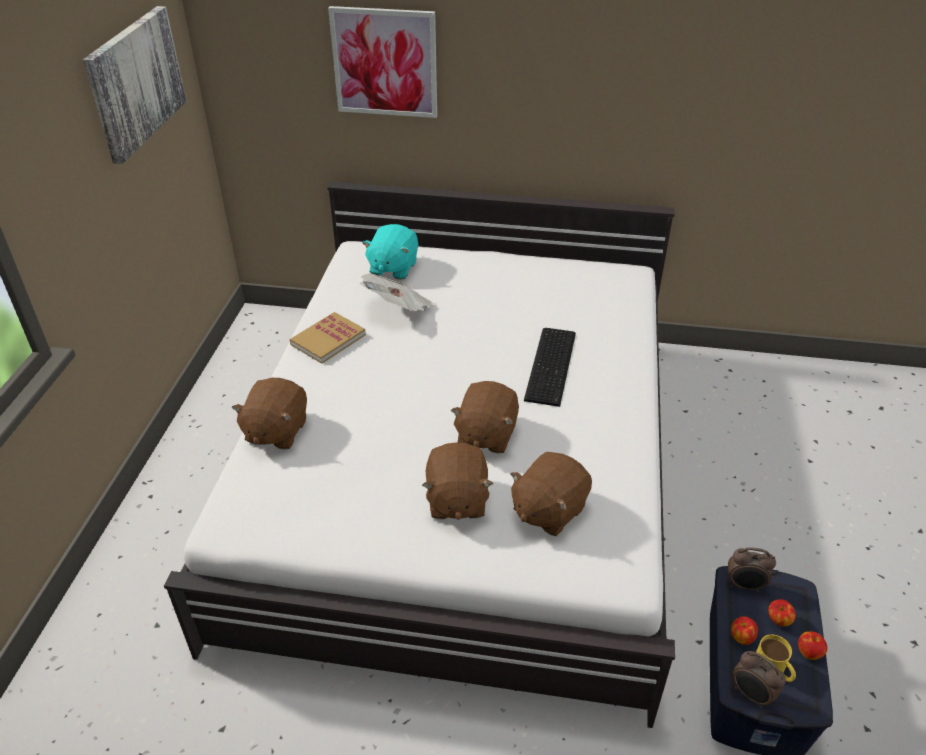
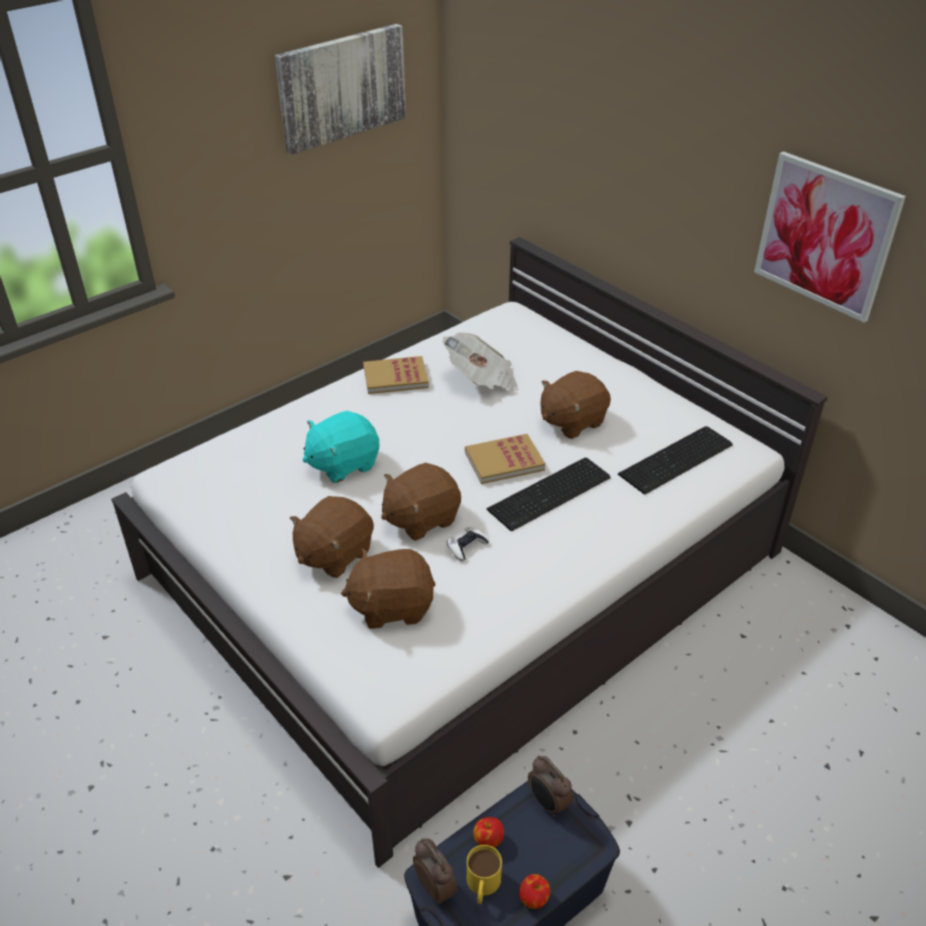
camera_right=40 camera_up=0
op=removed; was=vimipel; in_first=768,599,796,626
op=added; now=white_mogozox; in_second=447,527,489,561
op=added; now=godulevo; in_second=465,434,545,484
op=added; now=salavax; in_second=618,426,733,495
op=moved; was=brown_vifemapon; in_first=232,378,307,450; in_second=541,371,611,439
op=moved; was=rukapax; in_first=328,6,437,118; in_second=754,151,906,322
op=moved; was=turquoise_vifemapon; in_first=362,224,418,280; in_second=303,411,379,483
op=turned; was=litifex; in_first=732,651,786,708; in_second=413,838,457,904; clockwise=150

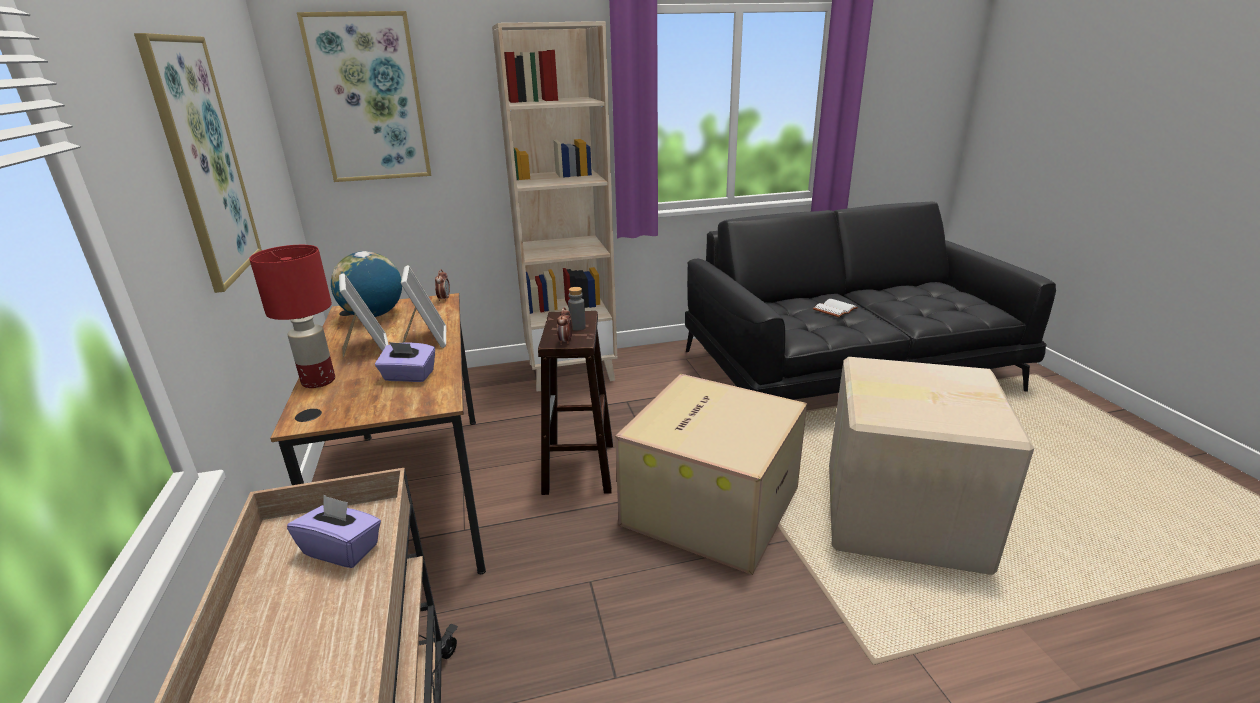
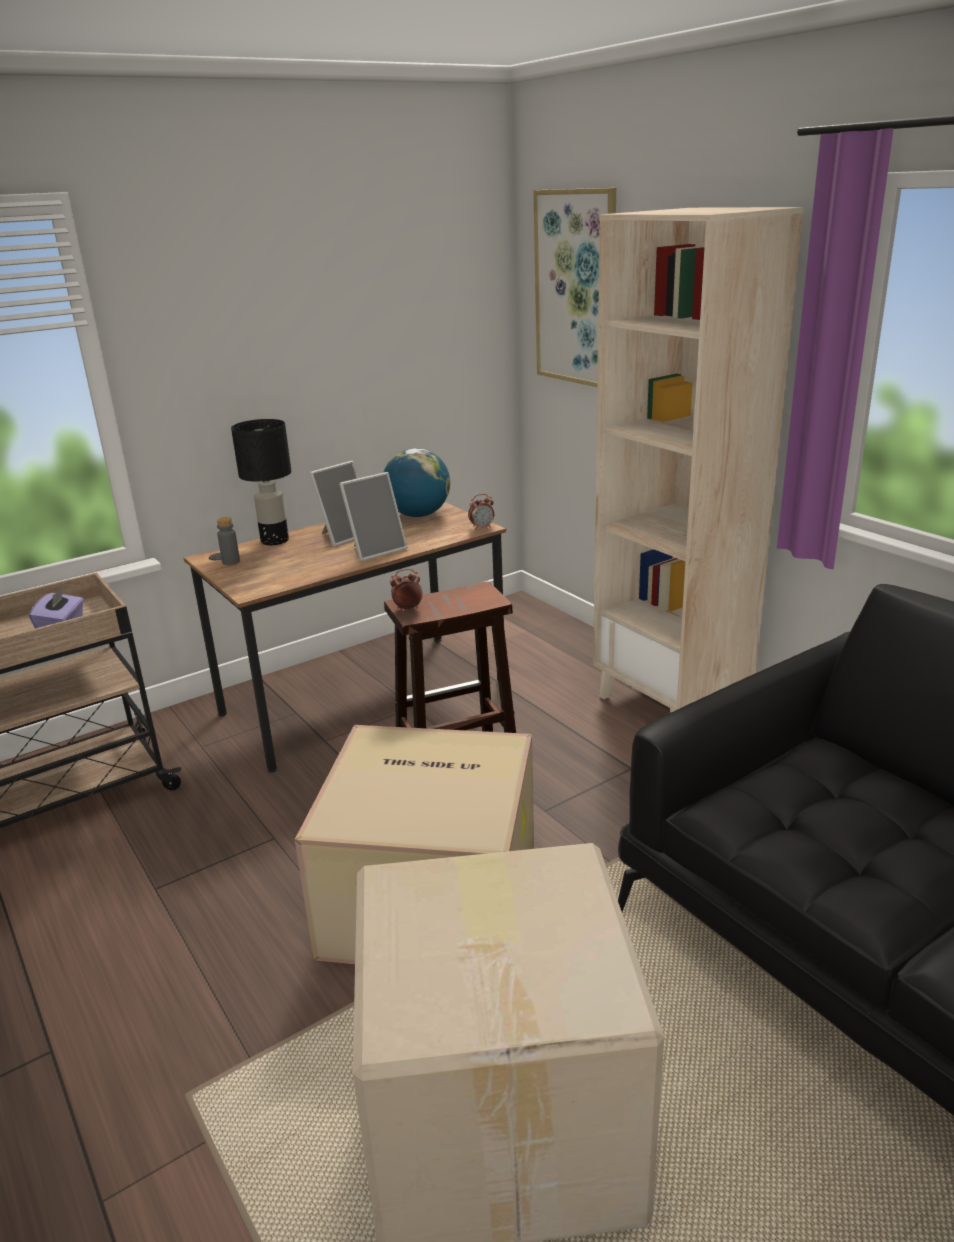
camera_right=70 camera_up=0
op=removed; was=rukapax; in_first=134,33,262,293
op=removed; was=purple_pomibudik; in_first=375,342,435,382
op=removed; was=white_godulevo; in_first=813,299,858,317
op=moved; was=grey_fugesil; in_first=568,287,586,330; in_second=217,517,240,565
op=recoloured; was=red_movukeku; now=black_movukeku; in_first=249,245,335,388; in_second=231,419,291,545

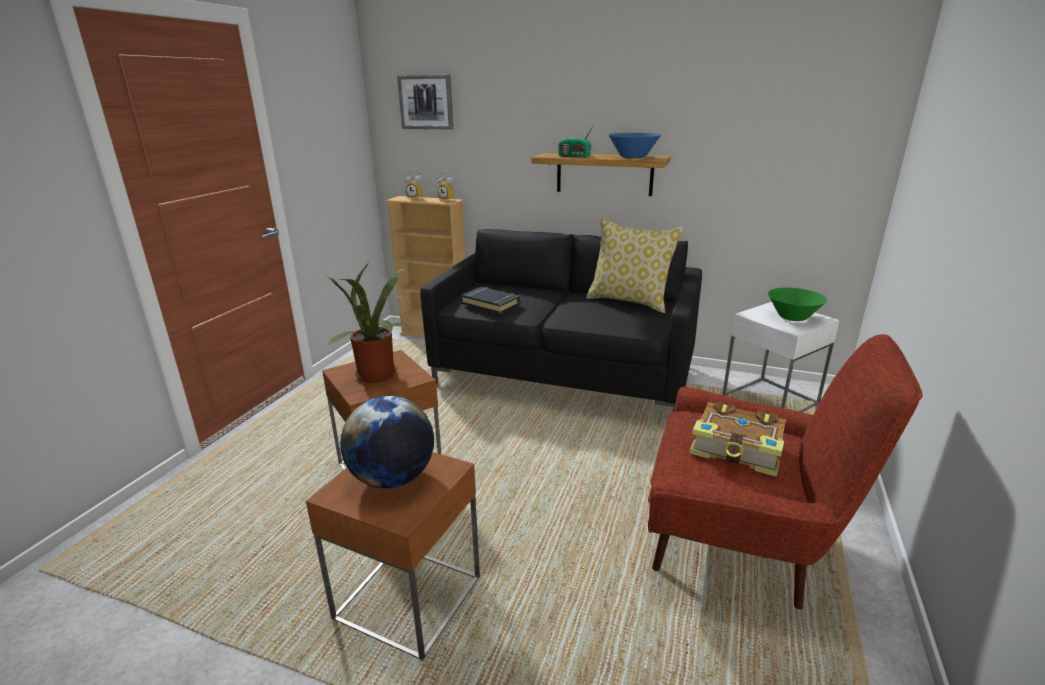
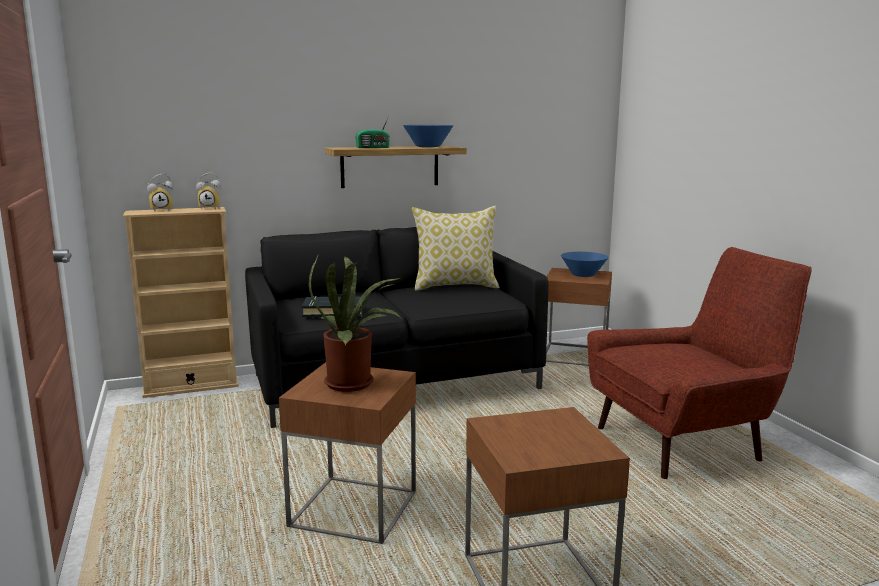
camera_right=-40 camera_up=-10
op=removed; was=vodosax; in_first=340,396,434,488
op=removed; was=rukapax; in_first=397,75,453,130
op=removed; was=godulevo; in_first=690,402,786,477
op=recoloured; was=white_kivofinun; now=brown_kivofinun; in_first=722,302,840,412; in_second=546,268,612,366
op=recoloured; was=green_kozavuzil; now=blue_kozavuzil; in_first=768,288,827,321; in_second=561,252,609,277

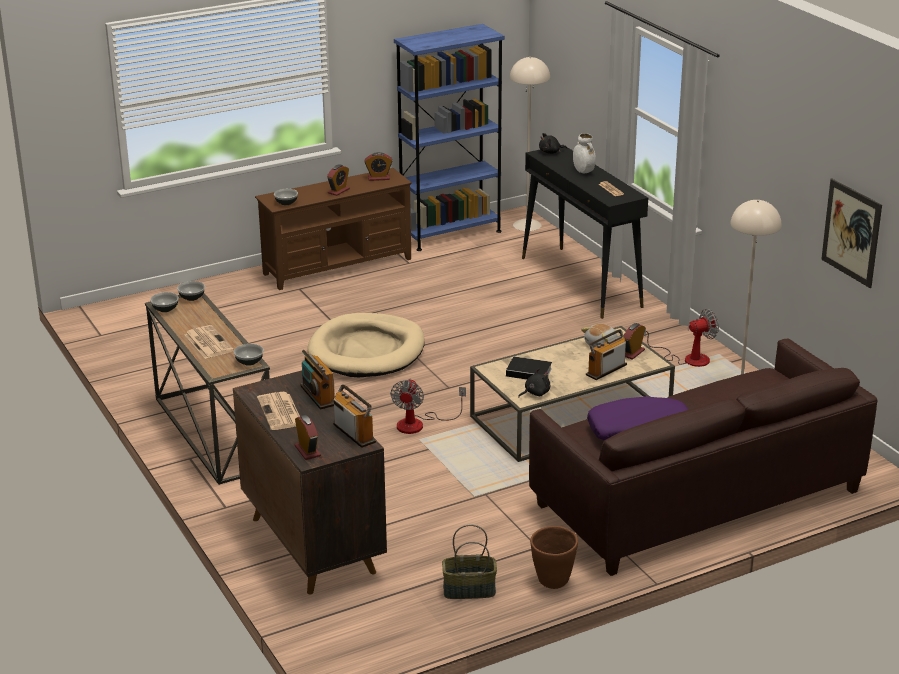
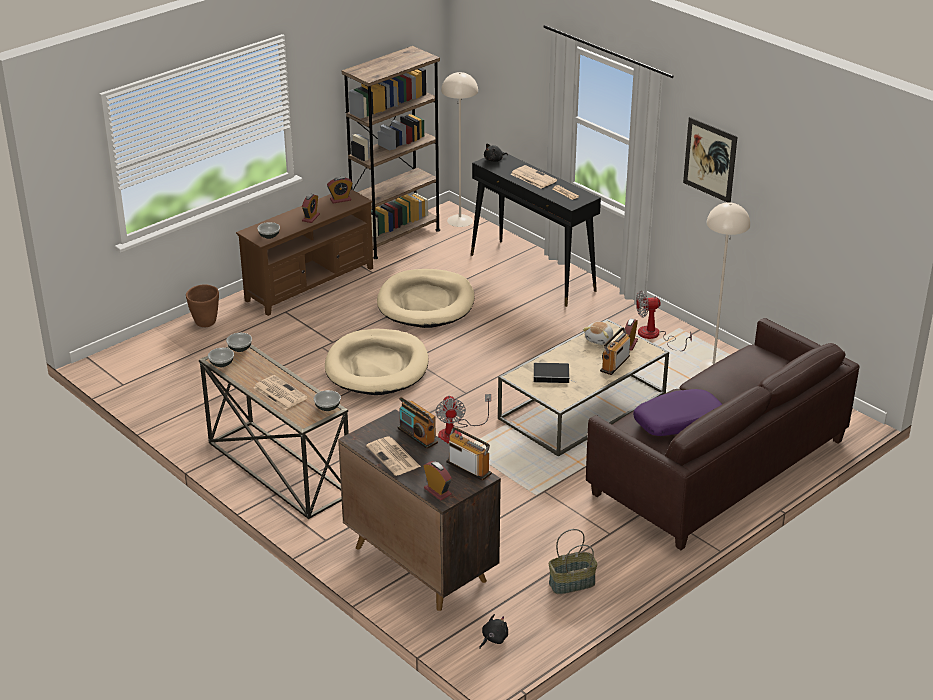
camera_right=-15 camera_up=5
op=added; now=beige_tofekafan; in_second=377,269,474,328
op=moved; was=black_vifemapon; in_first=518,368,550,398; in_second=479,614,508,649
op=moved; was=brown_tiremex; in_first=530,526,578,589; in_second=186,284,219,327
op=moved; was=rukapax; in_first=821,178,882,288; in_second=683,117,737,202
op=replaced; was=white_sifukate; now=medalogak; in_first=573,133,596,173; in_second=511,165,557,189
op=recoloured; was=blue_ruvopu; now=brown_ruvopu; in_first=394,24,505,251; in_second=342,46,440,259
op=turned; was=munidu; in_first=644,309,719,367; in_second=636,291,692,351; clockwise=-150

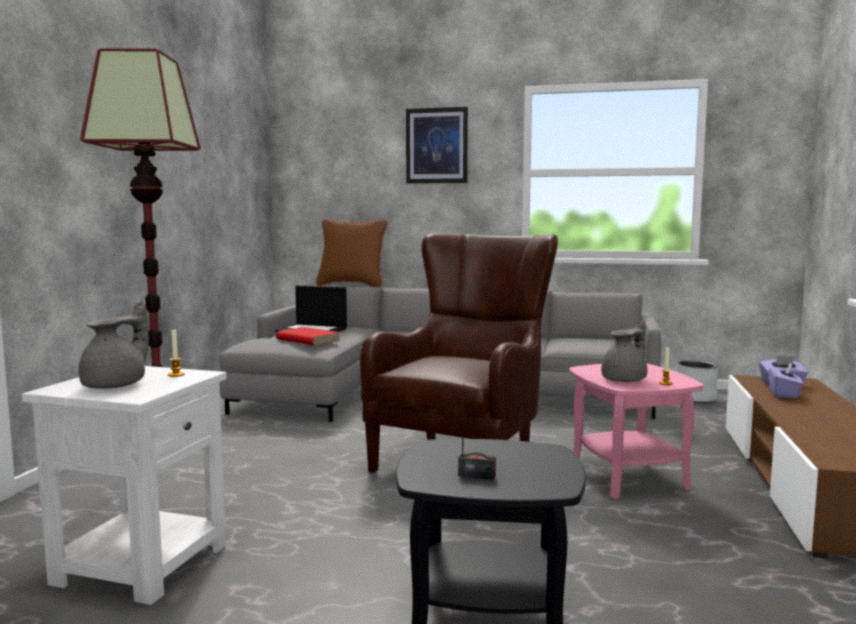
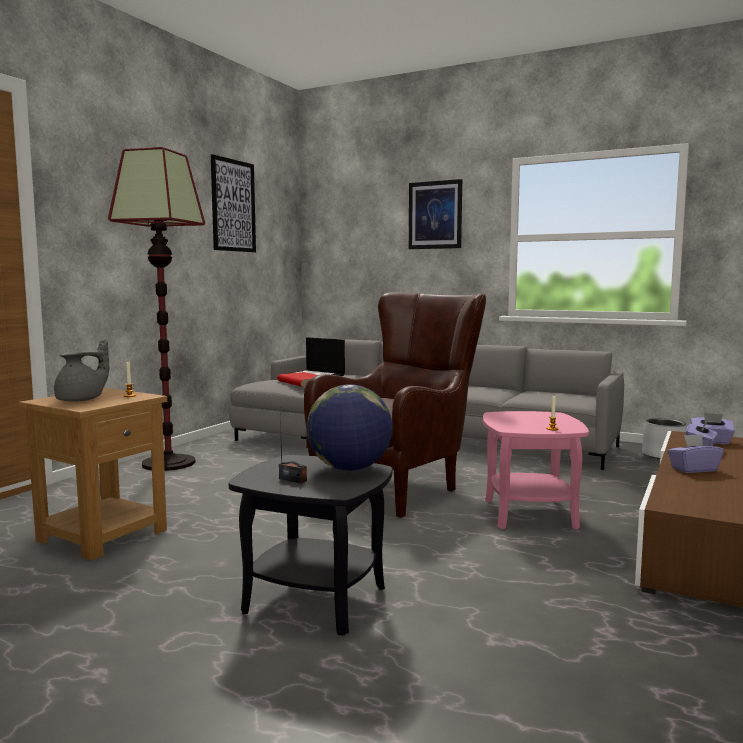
camera_right=15 camera_up=0
op=removed; was=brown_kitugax; in_first=316,219,388,287
op=removed; was=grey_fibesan; in_first=601,317,648,382
op=added; now=rukapax; in_second=211,154,256,252
op=added; now=vodosax; in_second=307,384,392,471
op=added; now=purple_pomibudik; in_second=668,434,724,473
op=recoloured; was=white_kivofinun; now=brown_kivofinun; in_first=22,366,227,605; in_second=19,388,167,561

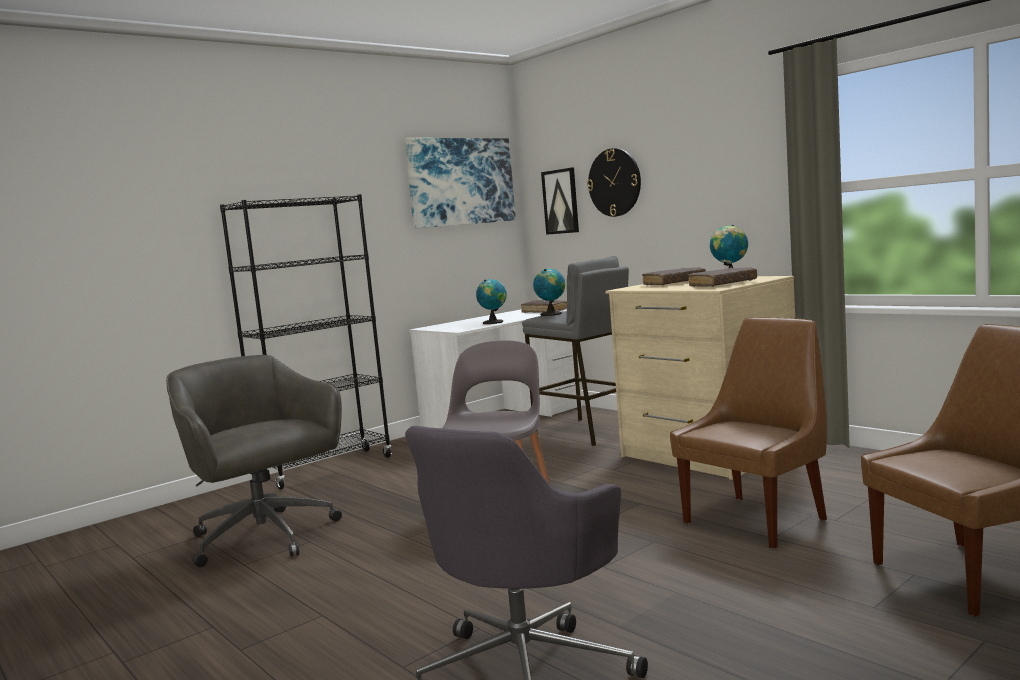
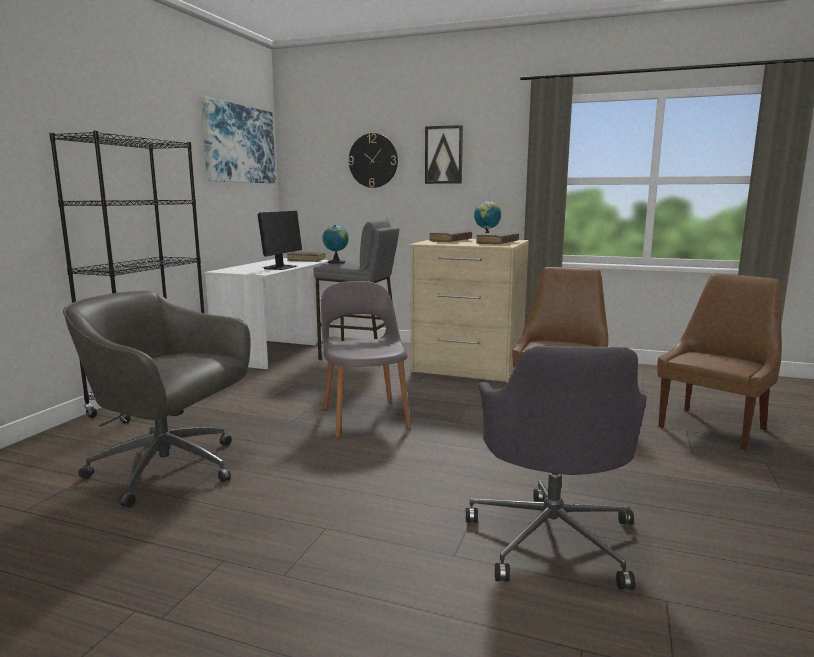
camera_right=-30 camera_up=5
op=moved; was=rukapax; in_first=541,167,579,235; in_second=425,125,463,184
op=replaced; was=vodosax; now=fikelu; in_first=476,279,507,324; in_second=258,211,302,270

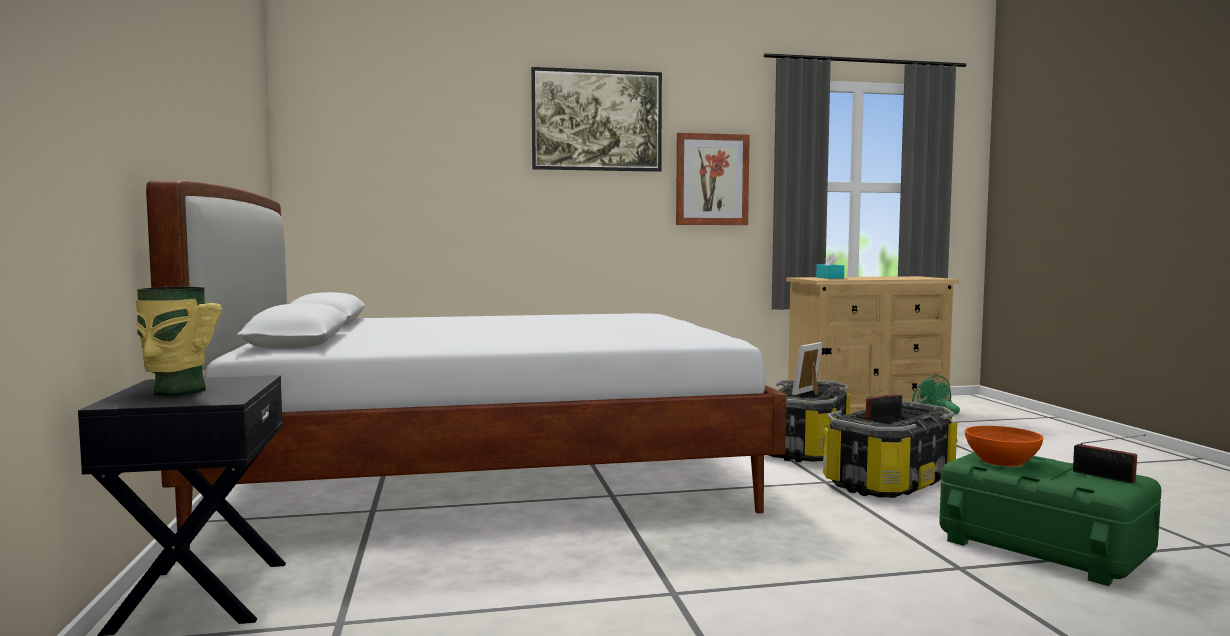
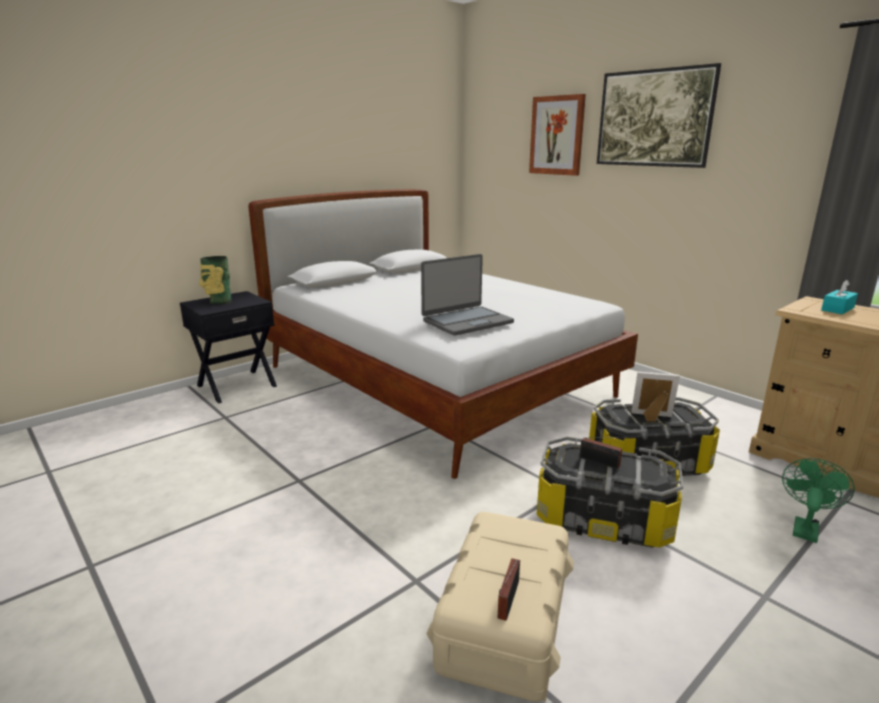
camera_right=60 camera_up=15
op=removed; was=orange_kozavuzil; in_first=965,426,1044,467
op=added; now=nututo; in_second=421,254,514,336
op=moved; was=rukapax; in_first=676,133,750,225; in_second=529,94,586,176
op=recoloured; was=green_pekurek; now=beige_pekurek; in_first=939,452,1161,586; in_second=426,512,574,702

